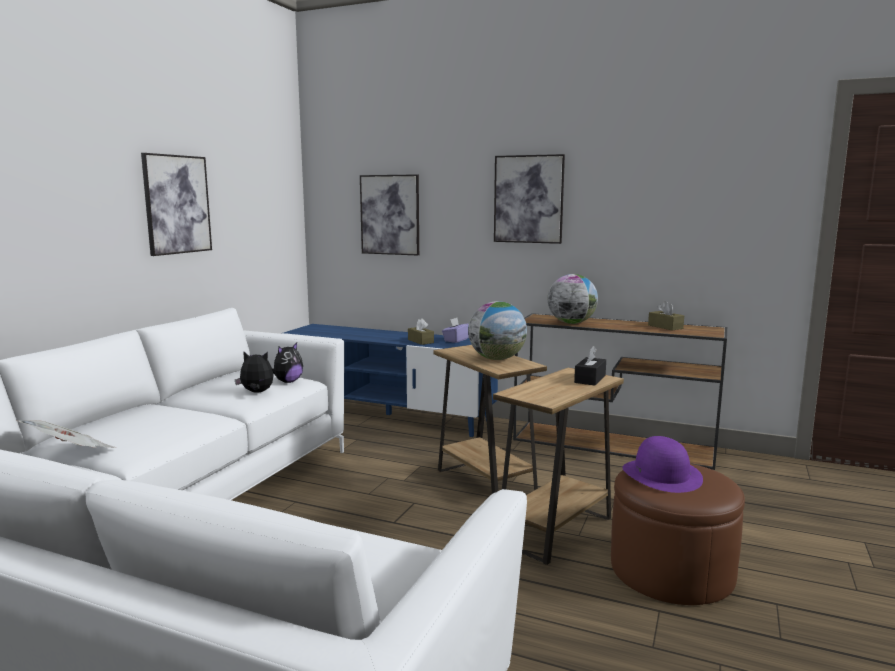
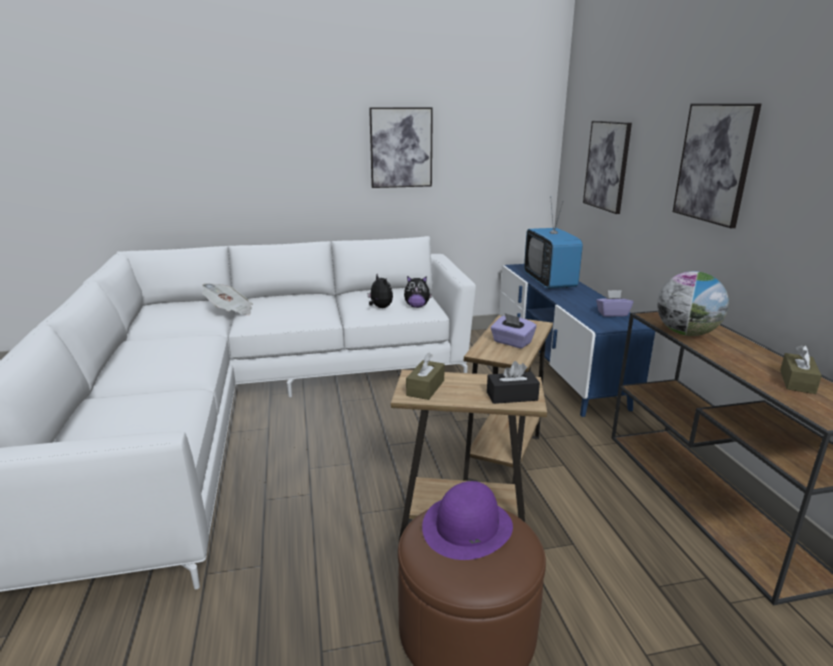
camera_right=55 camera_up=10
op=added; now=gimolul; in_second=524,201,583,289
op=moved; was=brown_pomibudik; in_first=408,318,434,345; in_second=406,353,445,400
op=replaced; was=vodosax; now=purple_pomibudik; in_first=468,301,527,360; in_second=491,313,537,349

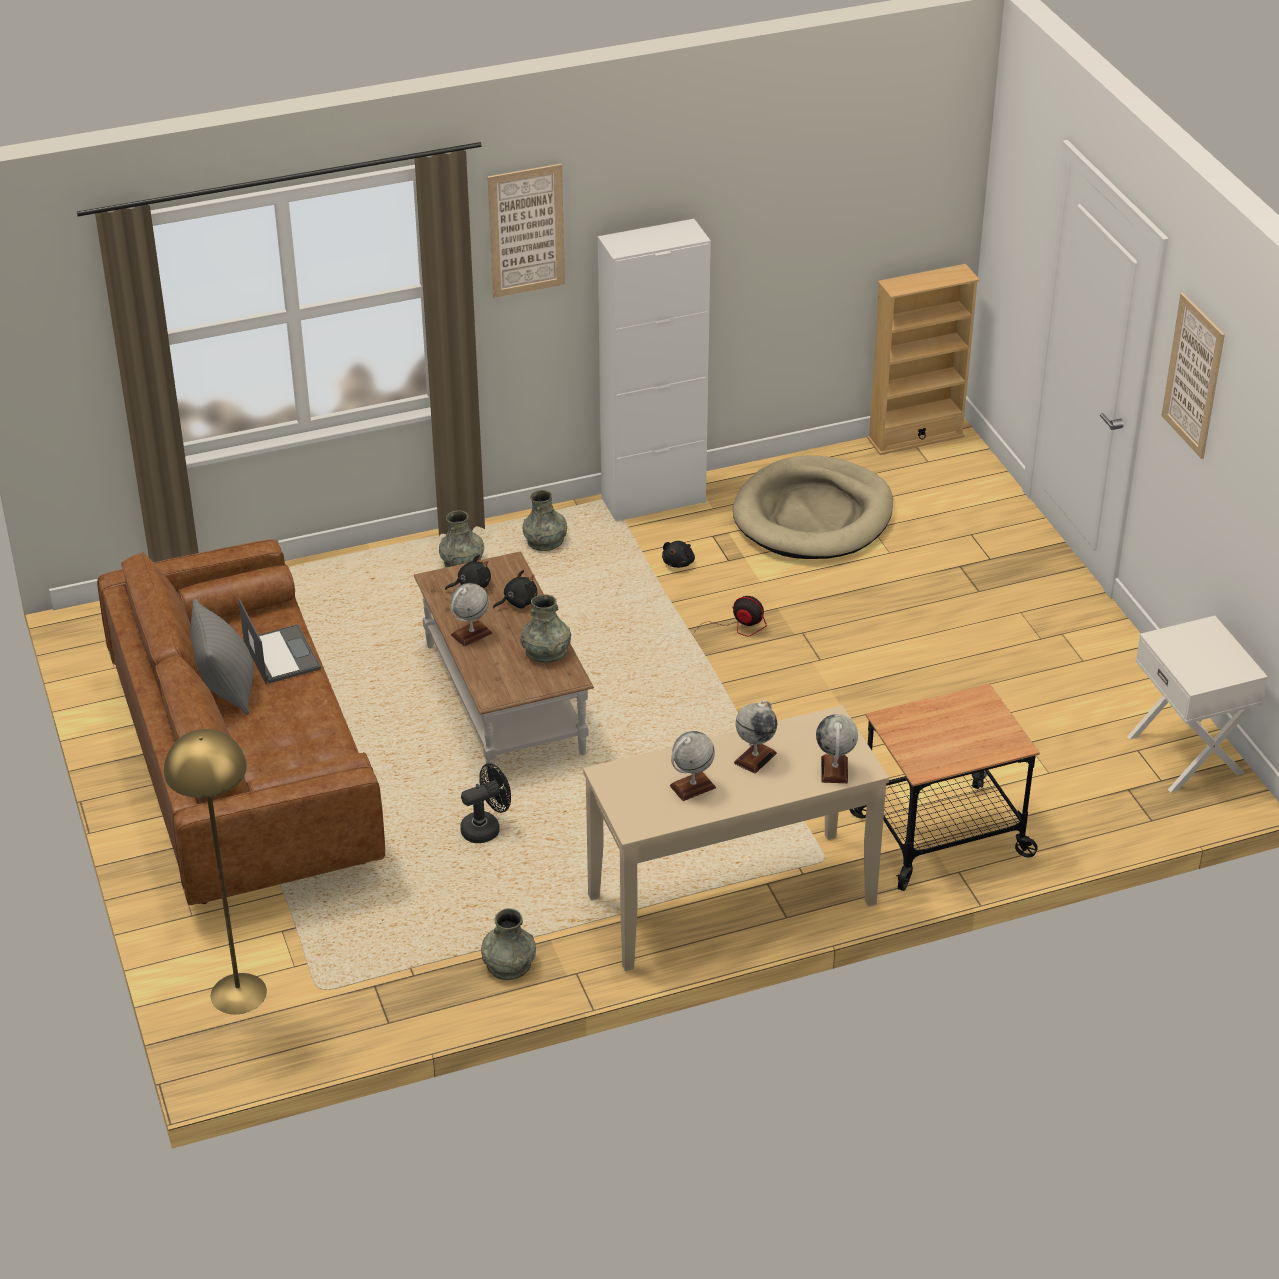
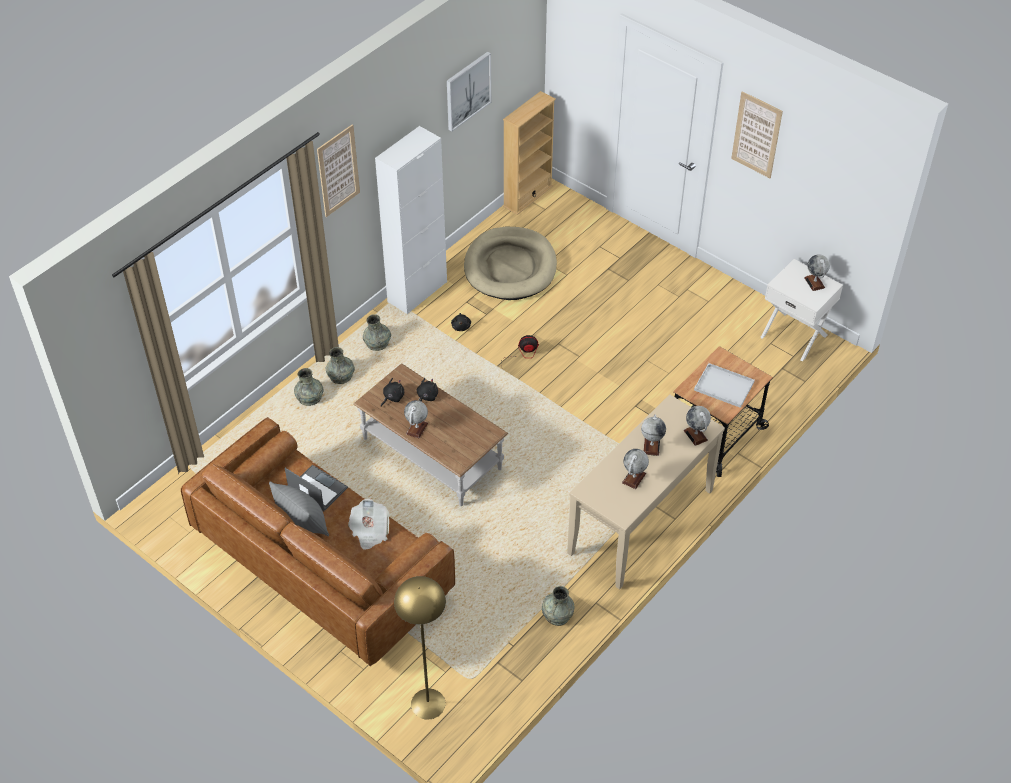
camera_right=-30 camera_up=10
op=removed; was=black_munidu; in_first=460,763,511,843
op=added; now=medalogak; in_second=348,499,390,550
op=added; now=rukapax; in_second=447,52,491,132
op=added; now=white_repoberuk; in_second=694,363,755,408
op=added; now=vodosax; in_second=804,254,830,291
op=moved; was=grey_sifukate; in_first=520,594,571,663; in_second=294,368,323,406

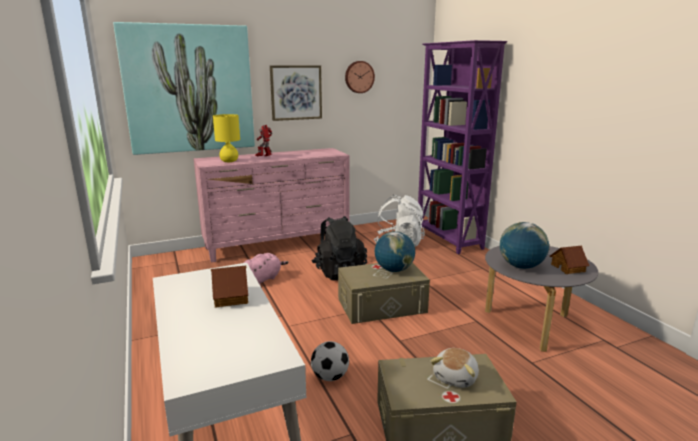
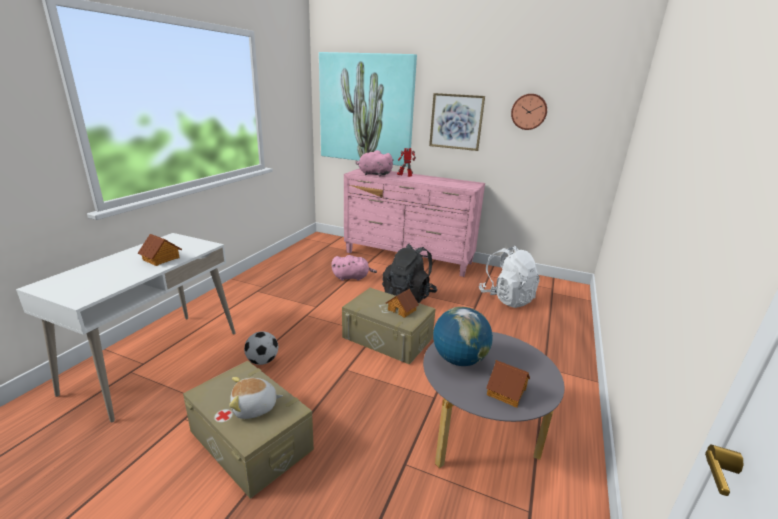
camera_right=45 camera_up=5
op=removed; was=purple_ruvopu; in_first=418,40,507,254
op=replaced; was=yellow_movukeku; now=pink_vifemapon; in_first=213,114,240,162; in_second=355,150,394,176
op=replaced; was=vodosax; now=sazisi; in_first=375,231,415,272; in_second=386,288,419,318

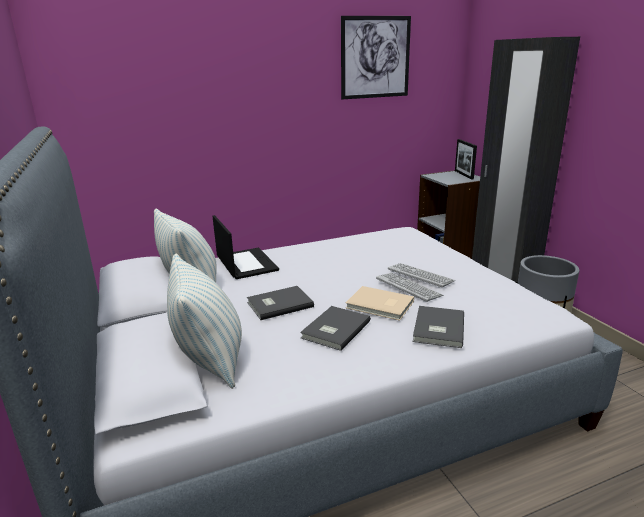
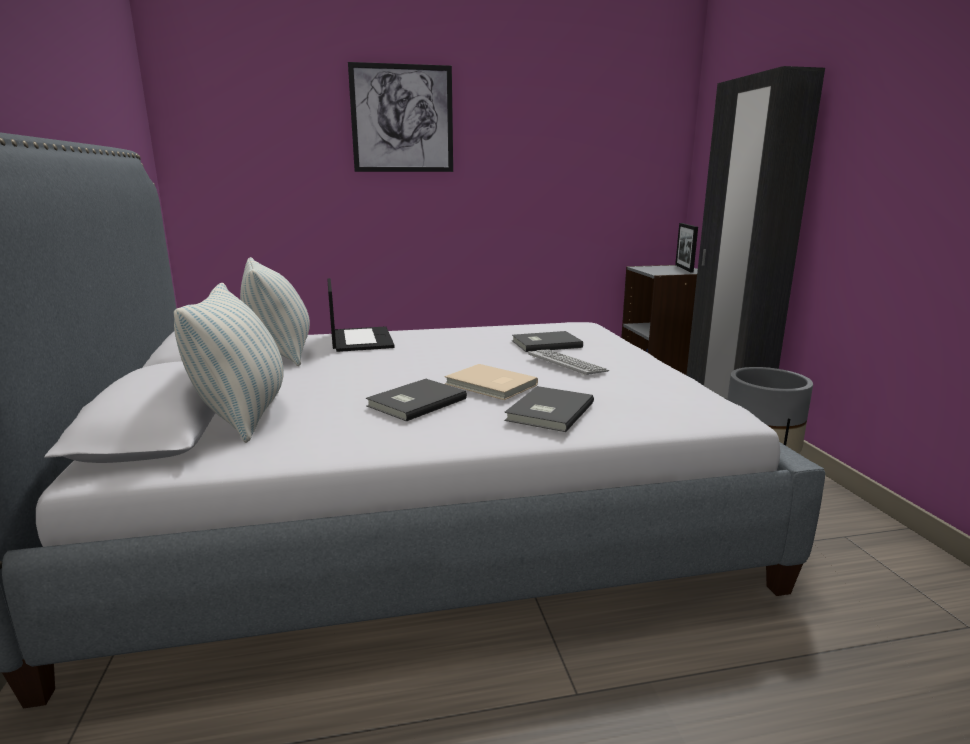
camera_right=10 camera_up=-5
op=removed; was=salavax; in_first=376,272,443,302
op=moved; was=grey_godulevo; in_first=247,286,314,320; in_second=512,331,583,352
op=moved; was=rukapax; in_first=341,16,411,99; in_second=348,62,453,172

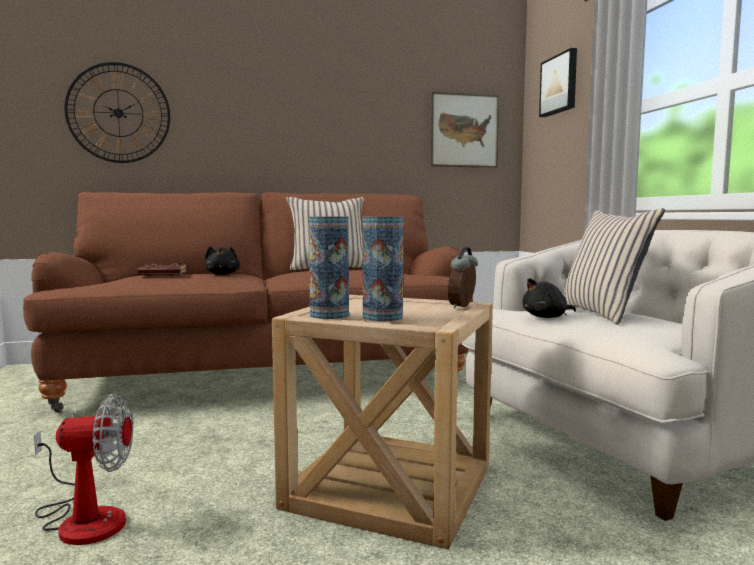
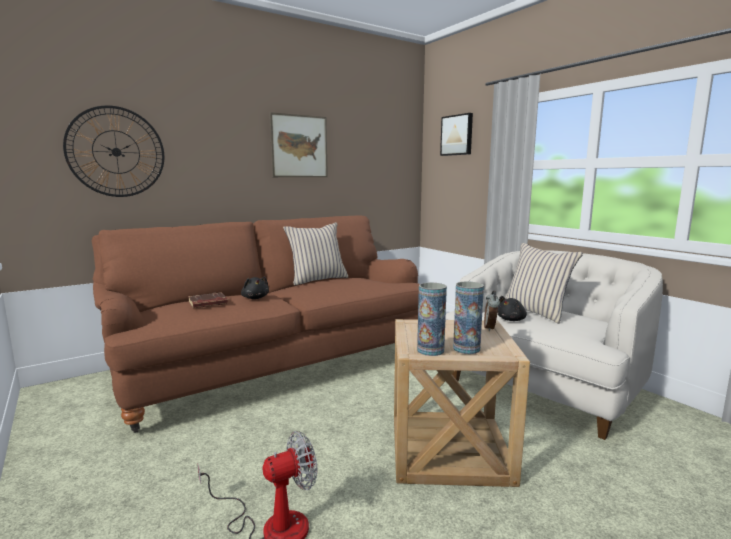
camera_right=-20 camera_up=5
op=moved; was=rukapax; in_first=430,92,499,168; in_second=270,112,328,177

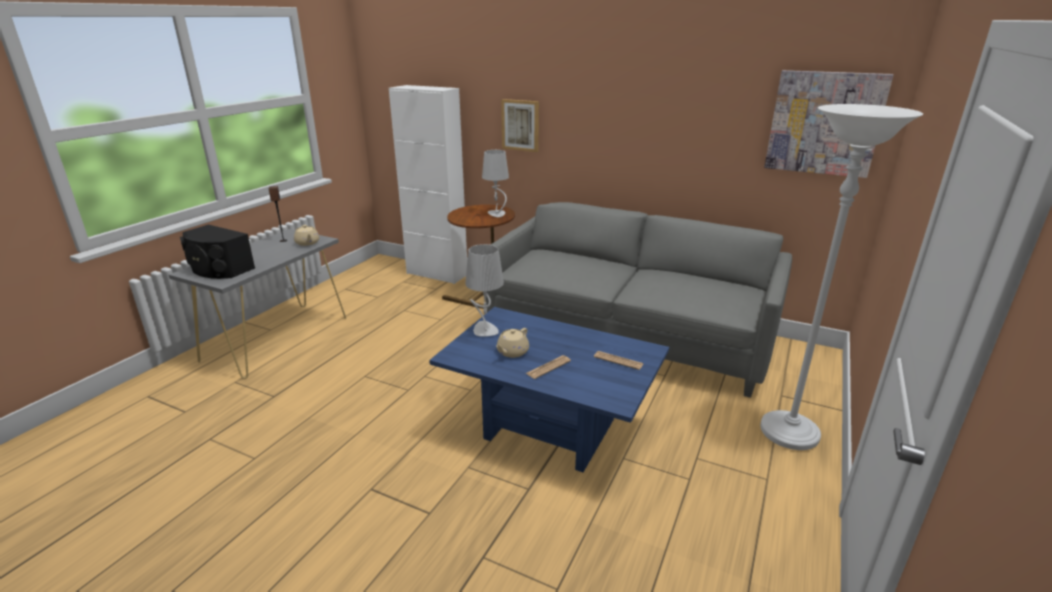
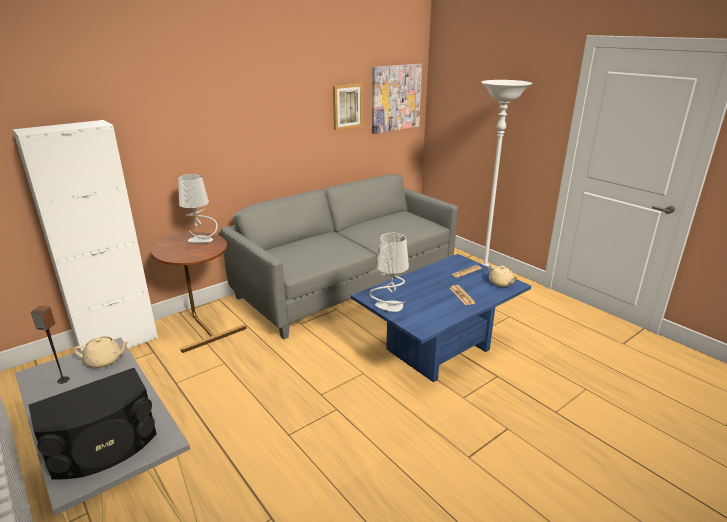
camera_right=-65 camera_up=0
op=moved; was=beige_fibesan; in_first=496,328,529,358; in_second=488,265,518,287
op=moved; was=rukapax; in_first=501,99,539,152; in_second=333,84,363,130

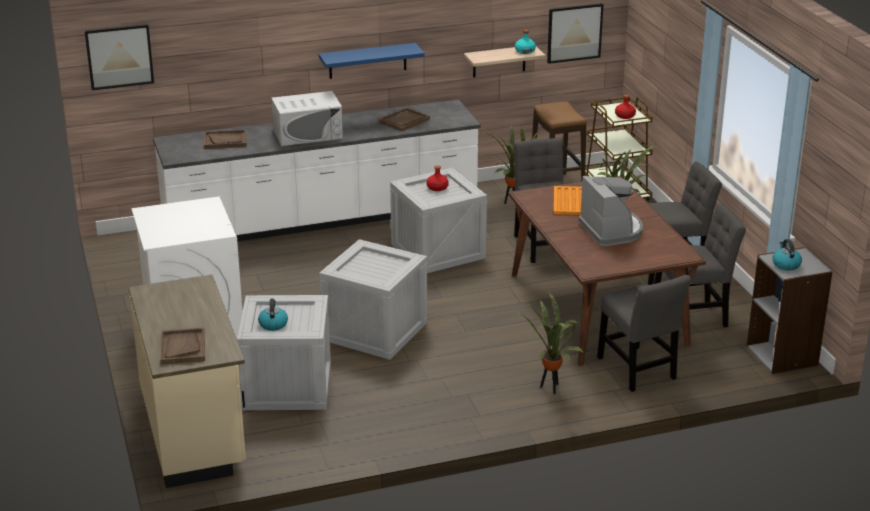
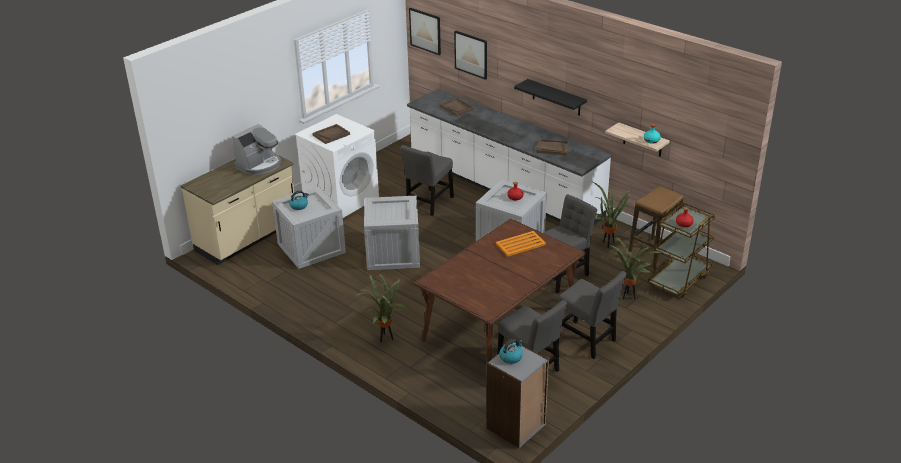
camera_right=60 camera_up=5
op=removed; was=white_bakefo; in_first=271,91,343,146
op=moved; was=brown_repoberuk; in_first=160,328,205,365; in_second=312,124,350,144
op=moved; was=rukapax; in_first=547,3,603,64; in_second=454,31,487,80
op=moved; was=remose; in_first=579,176,643,246; in_second=232,124,281,175
op=moved; was=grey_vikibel; in_first=597,275,691,392; in_second=400,145,454,216
op=recoloured; was=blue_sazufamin; now=black_sazufamin; in_first=319,43,425,79; in_second=514,79,587,116

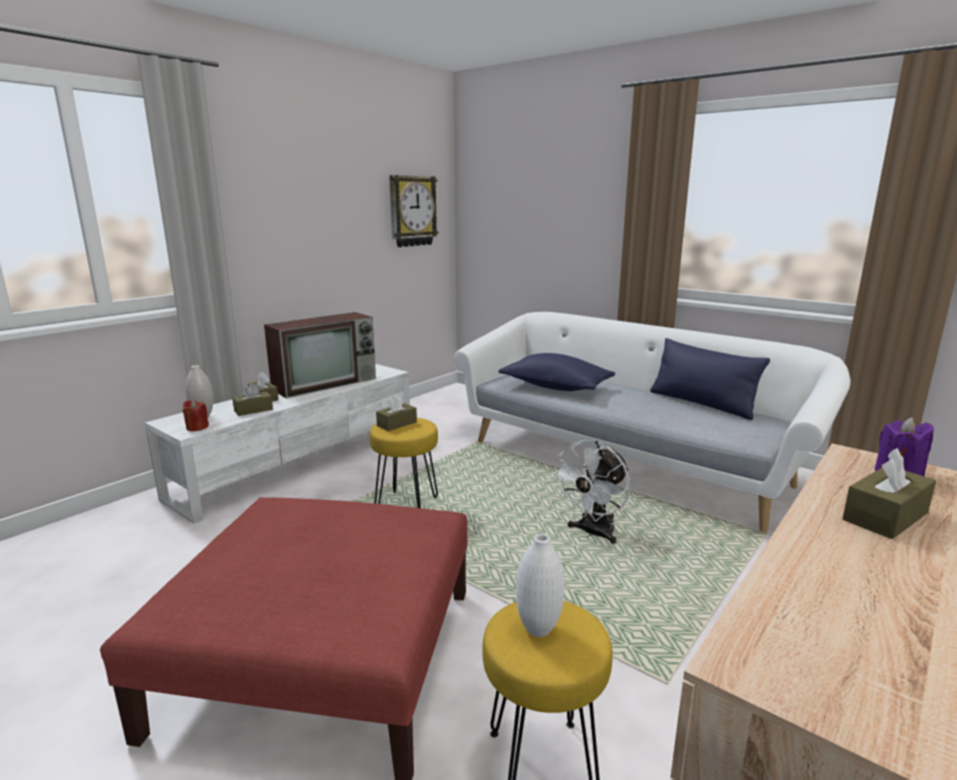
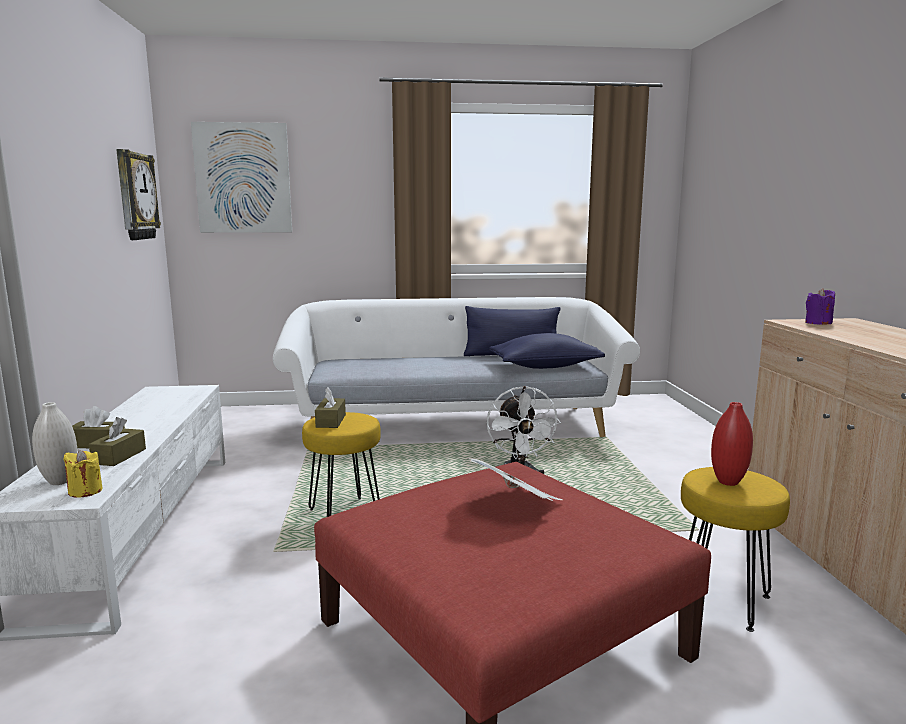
camera_right=-45 camera_up=-5
op=removed; was=gimolul; in_first=264,312,376,398
op=removed; was=brown_pomibudik; in_first=842,448,936,539
op=added; now=rukapax; in_second=191,122,292,233
op=added; now=medalogak; in_second=467,458,563,501
op=moved; was=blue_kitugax; in_first=498,353,615,391; in_second=489,333,605,369
op=recoloured; was=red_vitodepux; now=yellow_vitodepux; in_first=183,400,209,431; in_second=63,450,103,498
op=recoloured; was=white_sifukate; now=red_sifukate; in_first=516,534,565,637; in_second=711,402,753,486

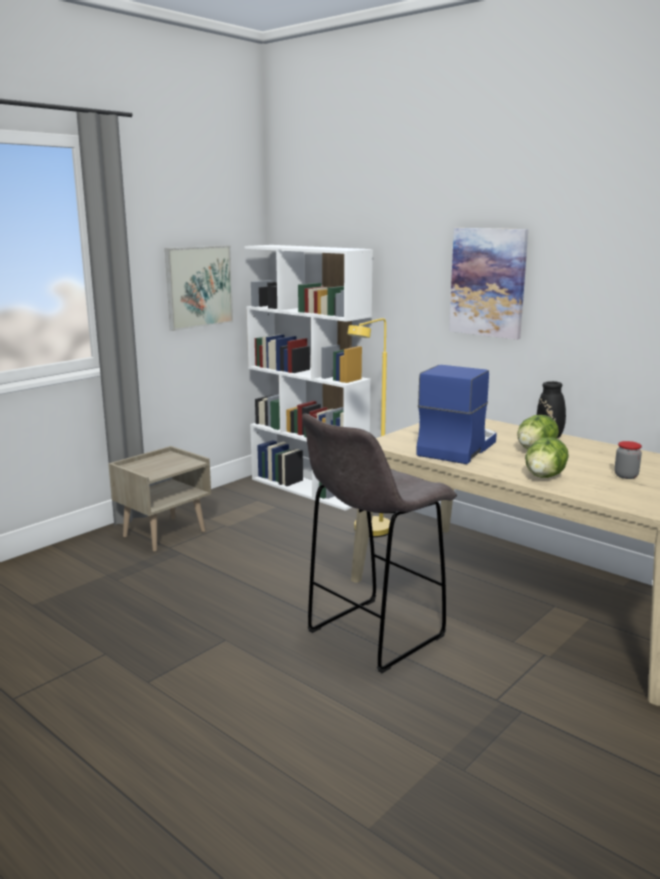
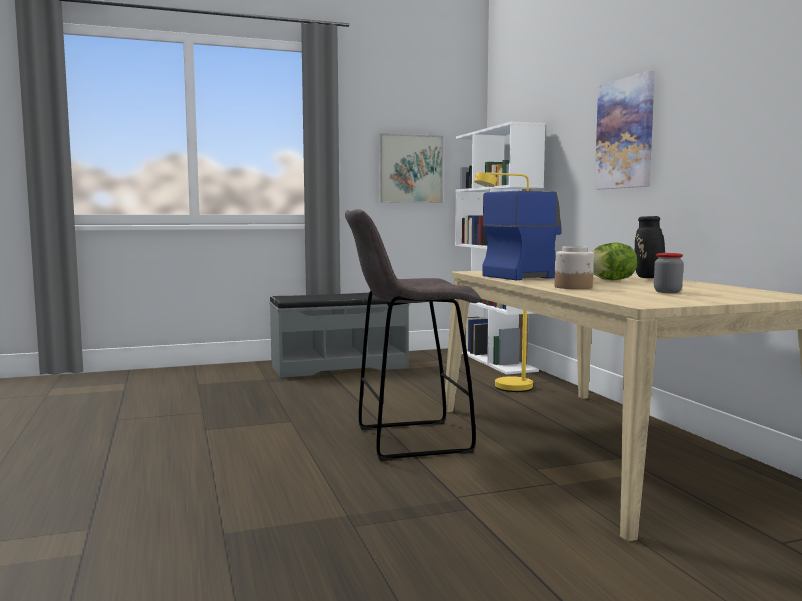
camera_right=30 camera_up=-10
op=replaced; was=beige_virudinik; now=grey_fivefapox; in_first=108,446,211,551; in_second=270,293,409,378
op=replaced; was=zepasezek; now=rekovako; in_first=525,437,569,478; in_second=554,246,594,289

